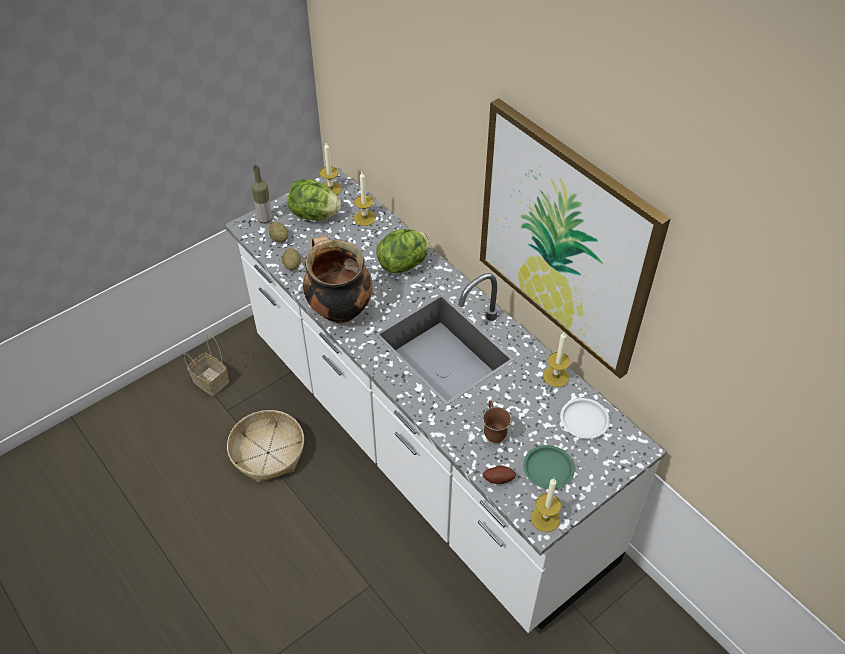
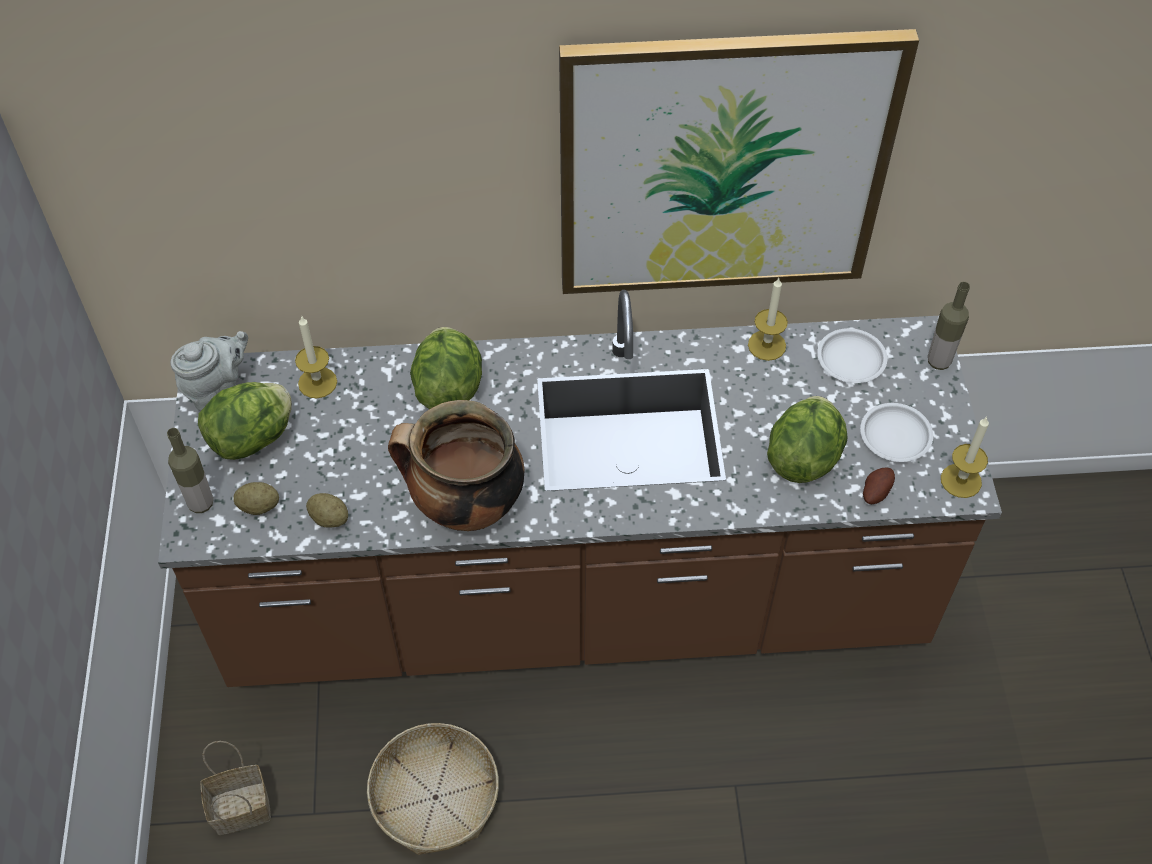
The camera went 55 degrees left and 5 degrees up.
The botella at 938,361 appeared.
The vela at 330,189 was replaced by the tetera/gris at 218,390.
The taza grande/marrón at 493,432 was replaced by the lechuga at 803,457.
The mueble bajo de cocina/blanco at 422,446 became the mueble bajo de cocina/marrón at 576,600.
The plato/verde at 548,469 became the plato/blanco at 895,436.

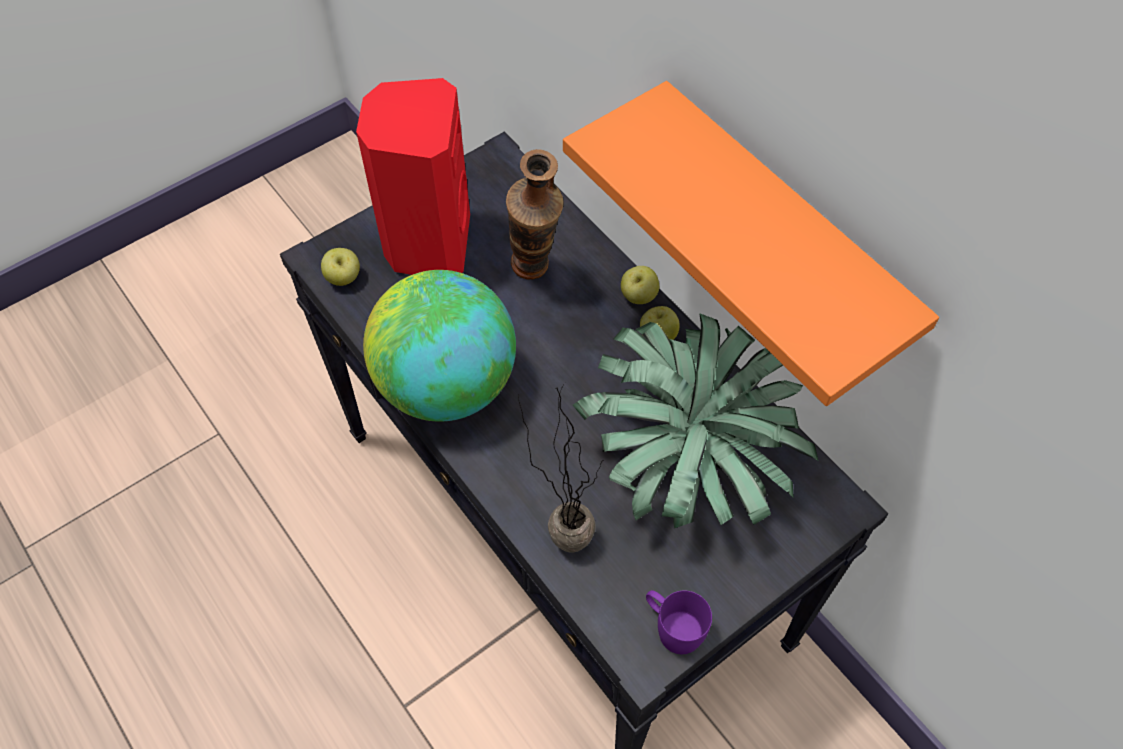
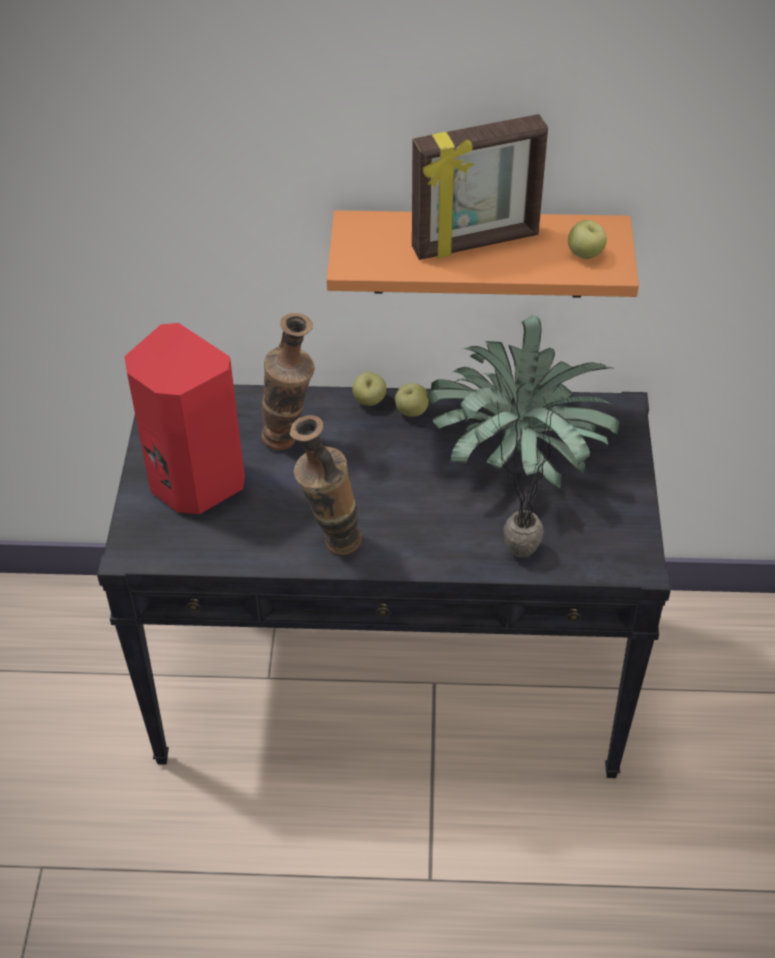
The camera went 50 degrees left and 10 degrees down.
The taza grande/morado at 672,627 disappeared.
The portarretratos at 476,243 appeared.
The manzana moved from 343,278 to 585,254.
The globo terráqueo at 446,385 was replaced by the florero at 330,544.

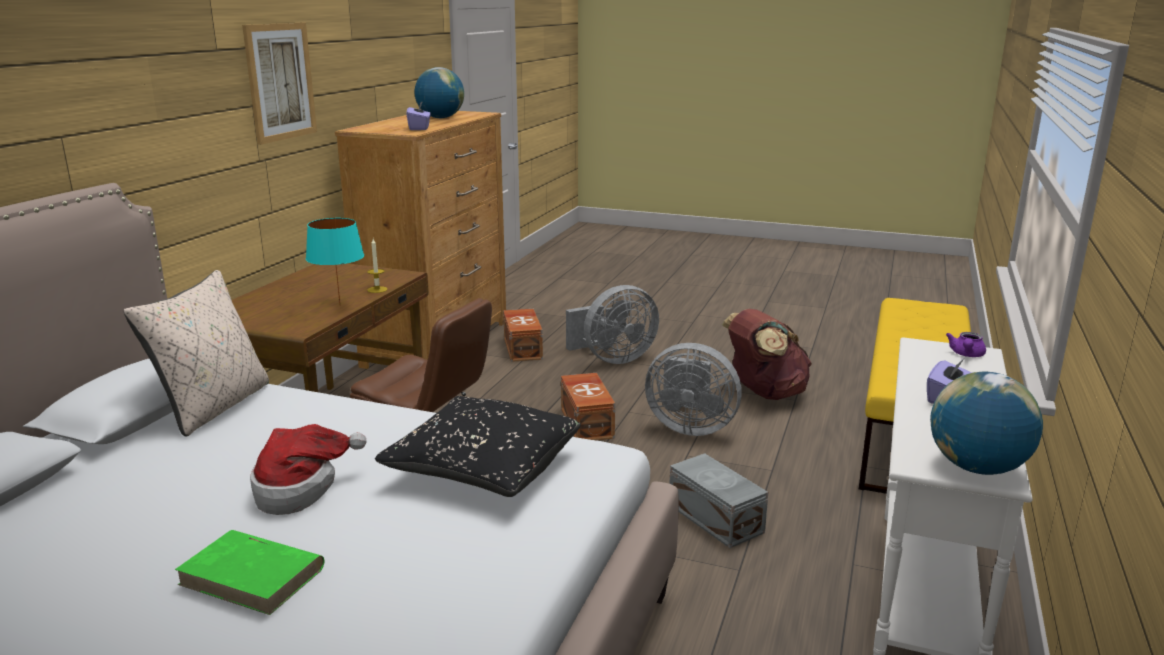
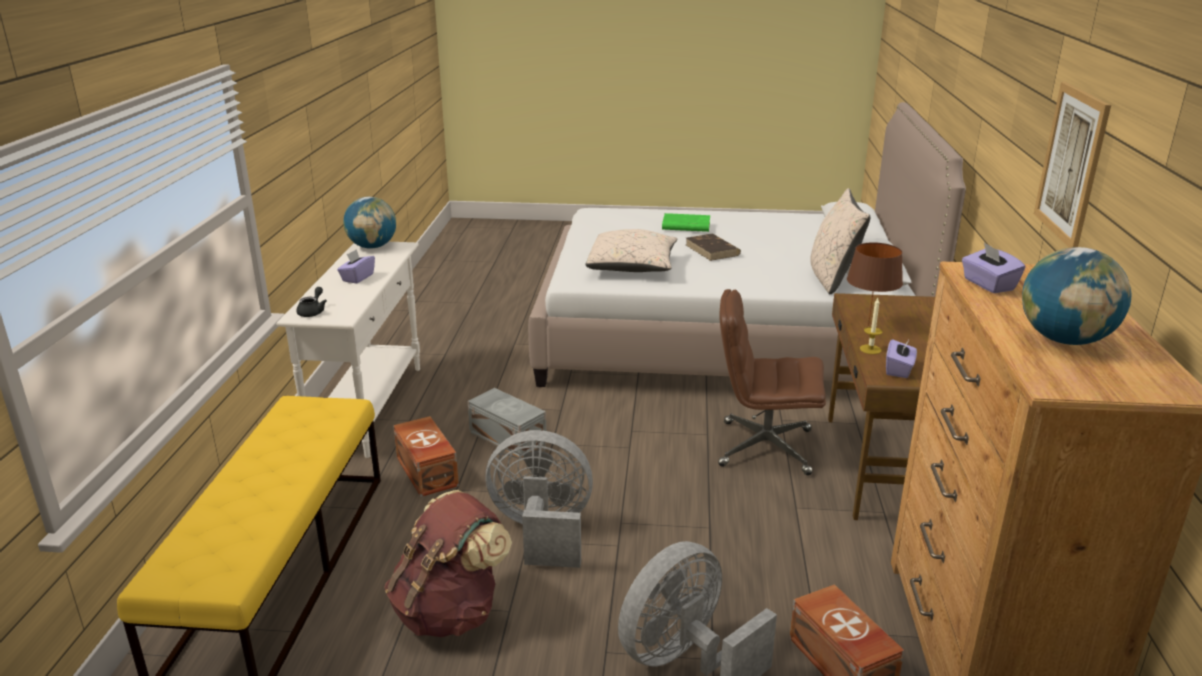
The camera went 165 degrees right and 5 degrees up.
The caja de pañuelos/morado at 899,370 appeared.
The caja de almacenaje/marrón moved from 587,422 to 426,472.
The sombrero at 300,488 was replaced by the libro/marrón at 712,250.
The lámpara de mesa/turquesa at 340,305 became the lámpara de mesa/marrón at 868,325.
The cojín/negro at 483,468 became the cojín/beis at 632,267.
The tetera/morado at 966,355 became the tetera/negro at 313,312.

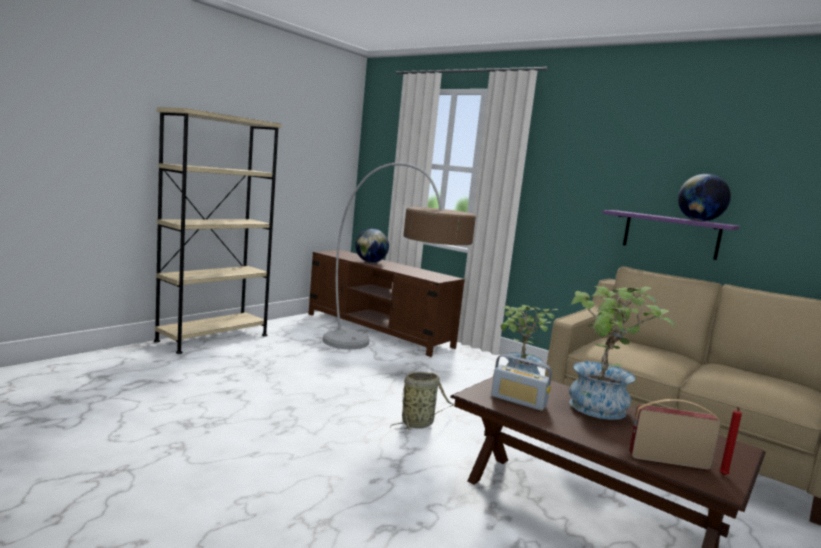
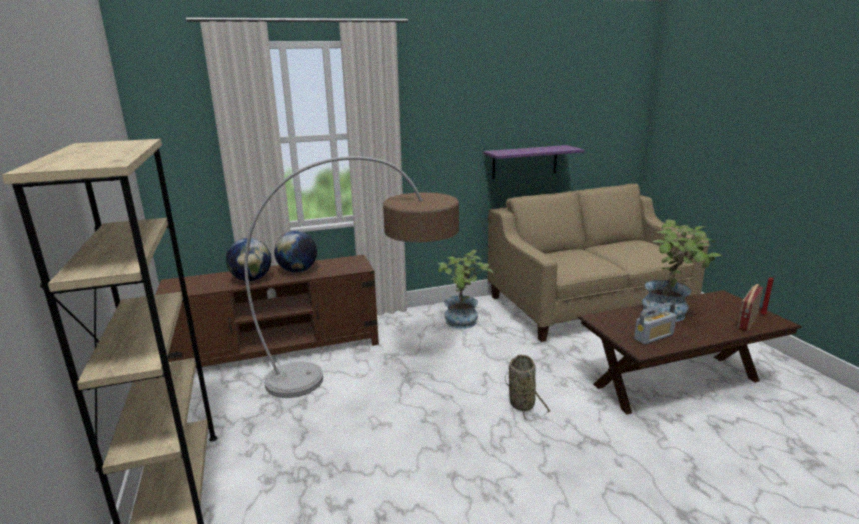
The camera went 55 degrees left and 10 degrees up.
The globo terráqueo moved from 699,220 to 298,271.

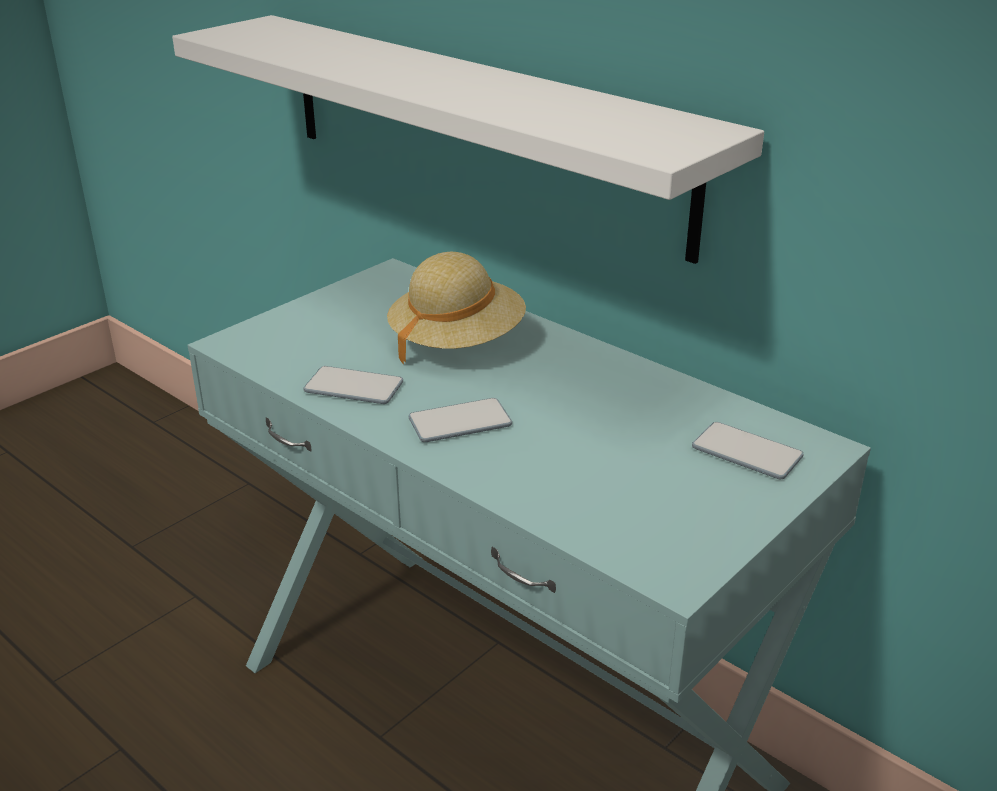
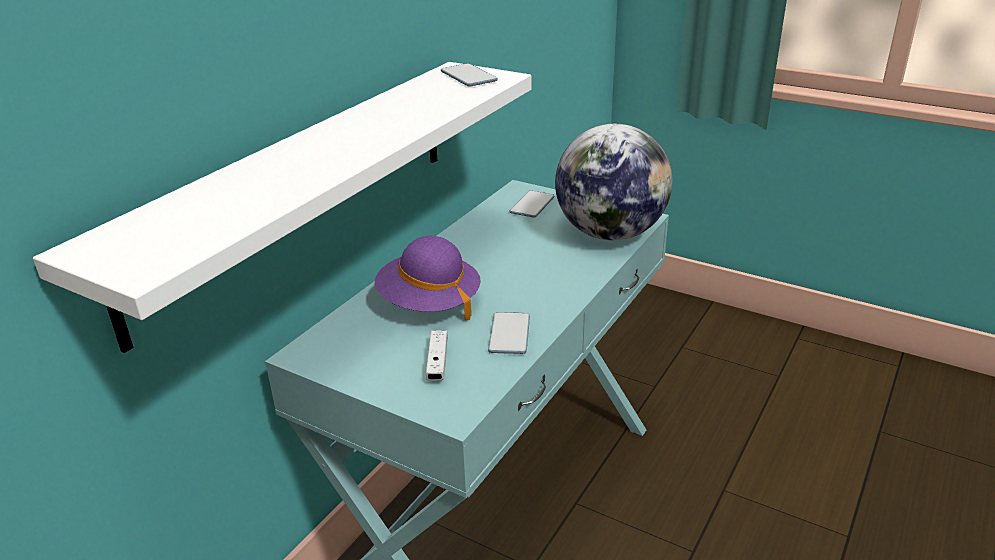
The camera went 100 degrees left and 0 degrees up.
The mando de consola/blanco at 437,362 appeared.
The globo terráqueo at 610,233 appeared.
The móvil moved from 460,422 to 468,77.
The sombrero/beis at 456,342 became the sombrero/morado at 429,303.

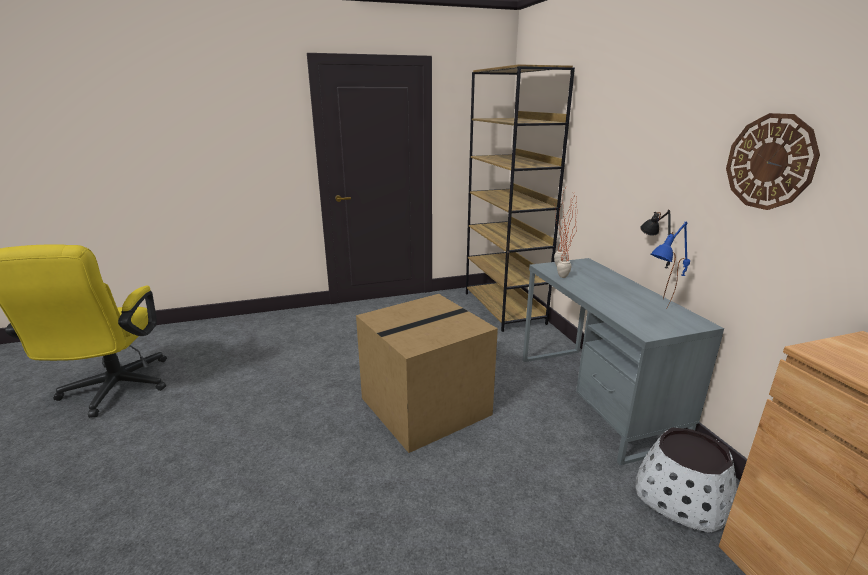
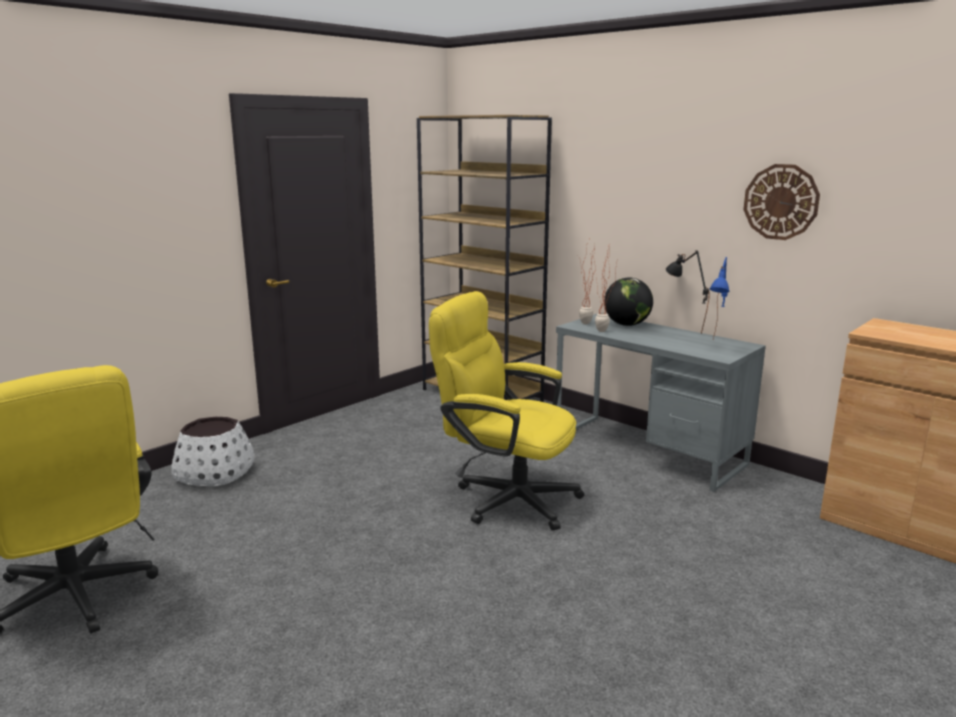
The camera went 30 degrees left and 5 degrees down.
The globo terráqueo at 627,324 appeared.
The maceta/blanco moved from 681,498 to 215,473.
The caja de cartón at 426,405 was replaced by the silla de oficina/amarillo at 506,498.

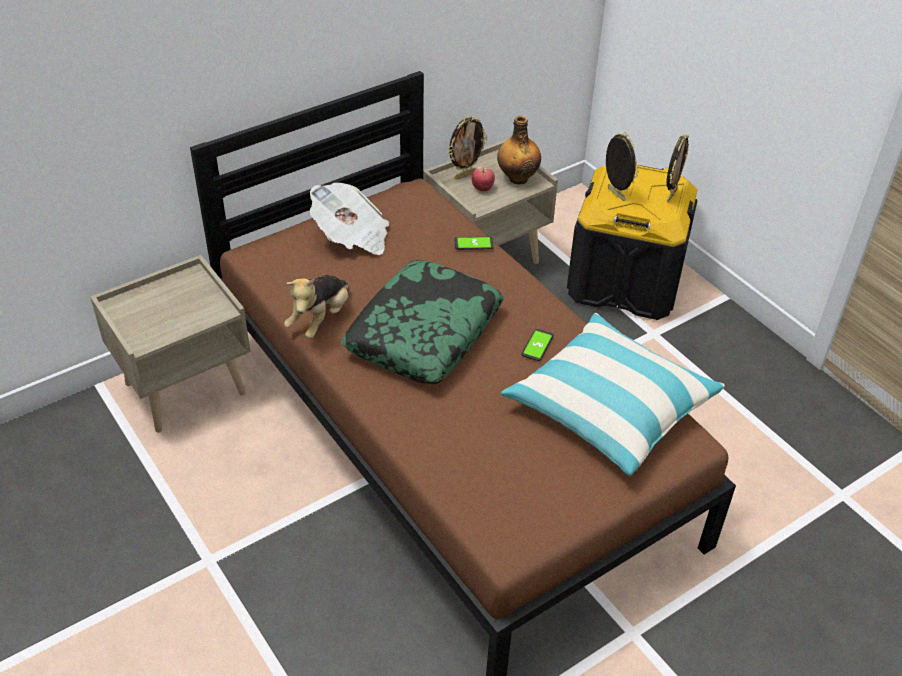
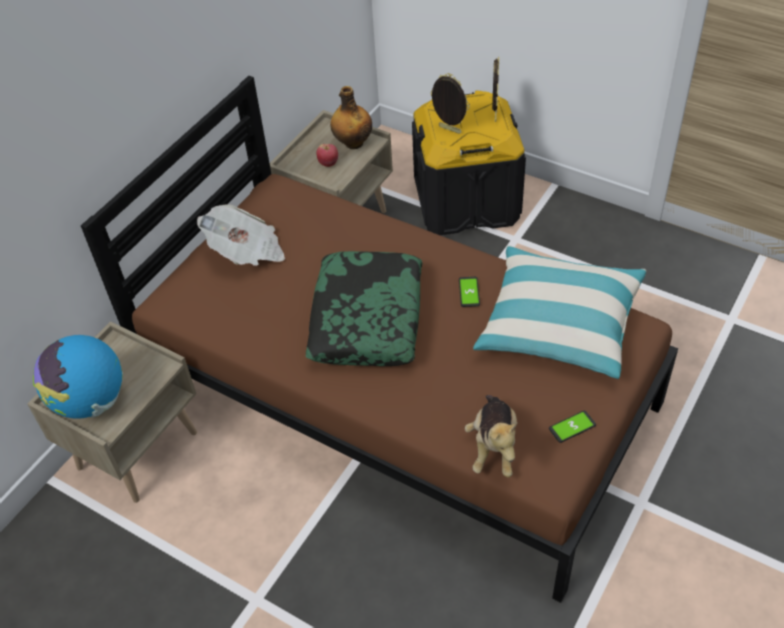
The camera went 20 degrees left and 5 degrees up.
The portarretratos at 465,175 disappeared.
The globo terráqueo at 90,401 appeared.
The peluche moved from 320,319 to 493,447.
The móvil moved from 473,244 to 572,427.

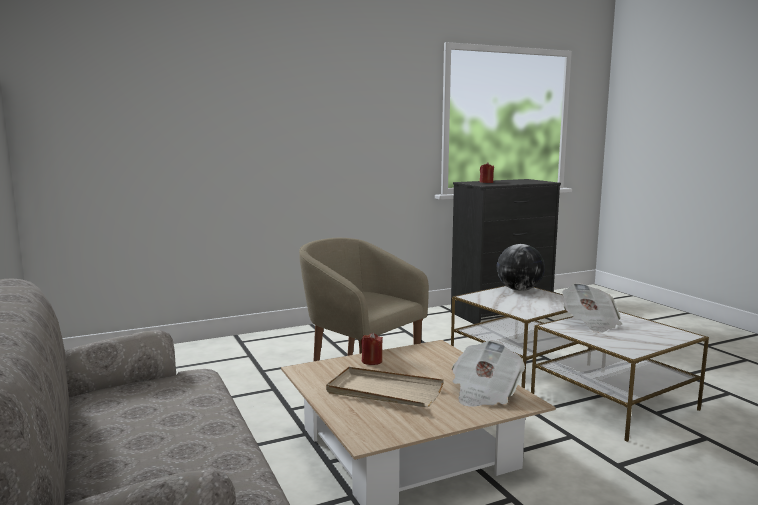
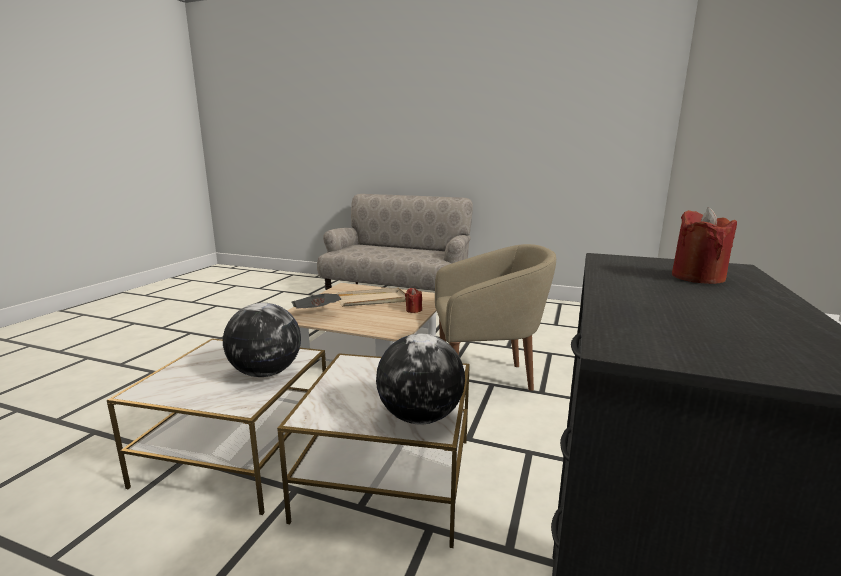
The camera went 135 degrees right and 5 degrees up.
The periódico at 590,323 was replaced by the globo terráqueo at 265,373.

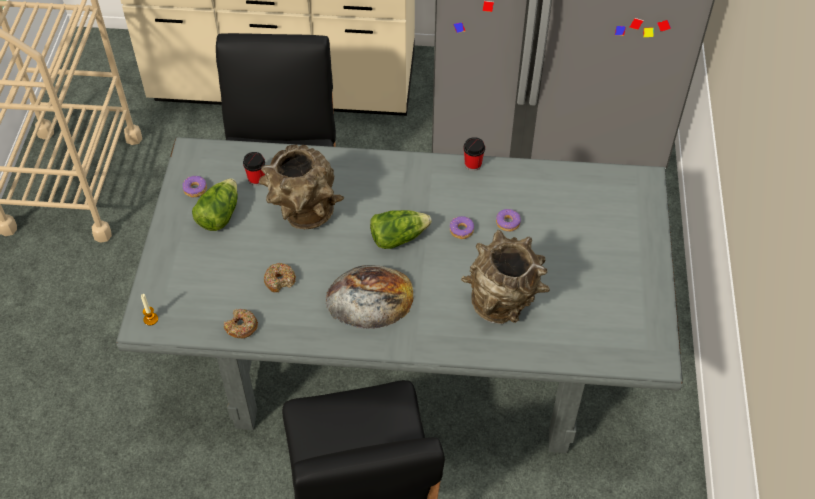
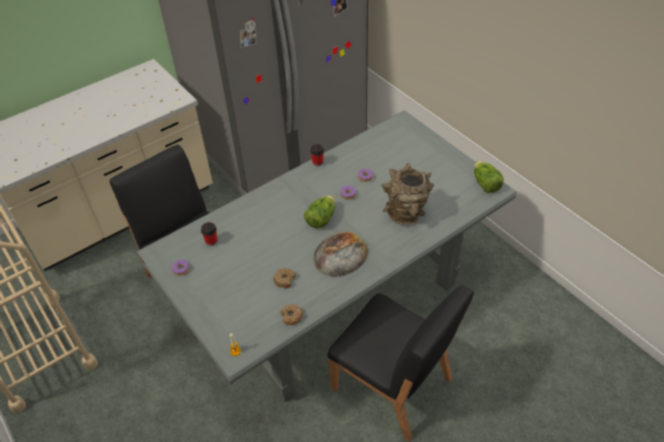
The camera went 40 degrees left and 5 degrees down.
The florero/marrón at 303,216 disappeared.
The lechuga moved from 219,214 to 485,184.

